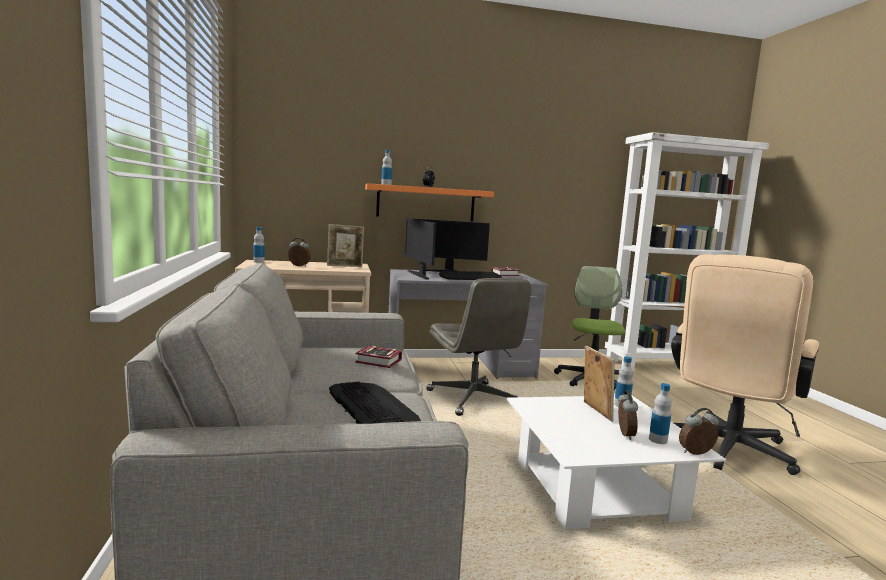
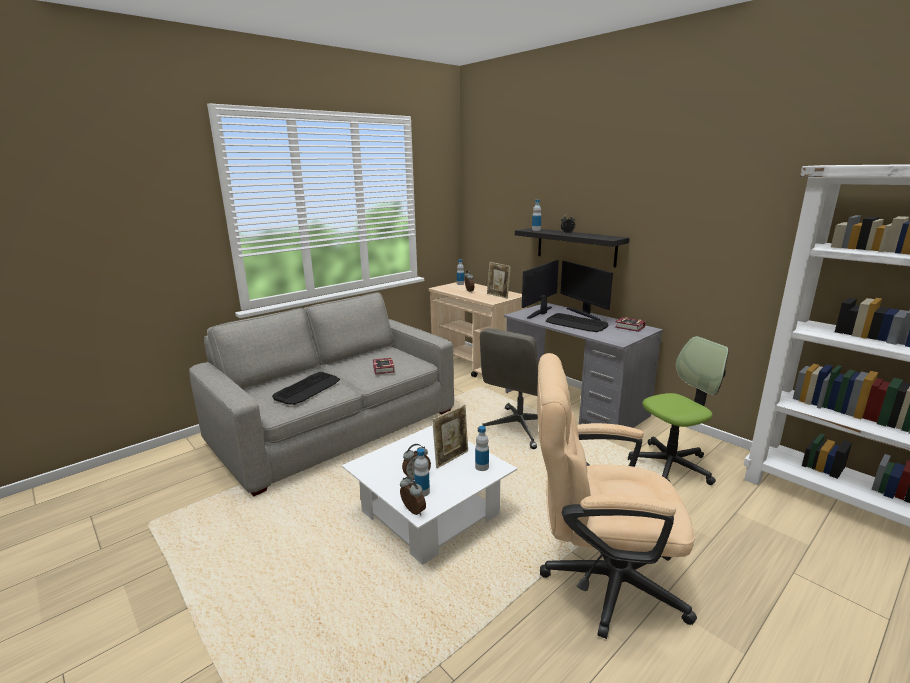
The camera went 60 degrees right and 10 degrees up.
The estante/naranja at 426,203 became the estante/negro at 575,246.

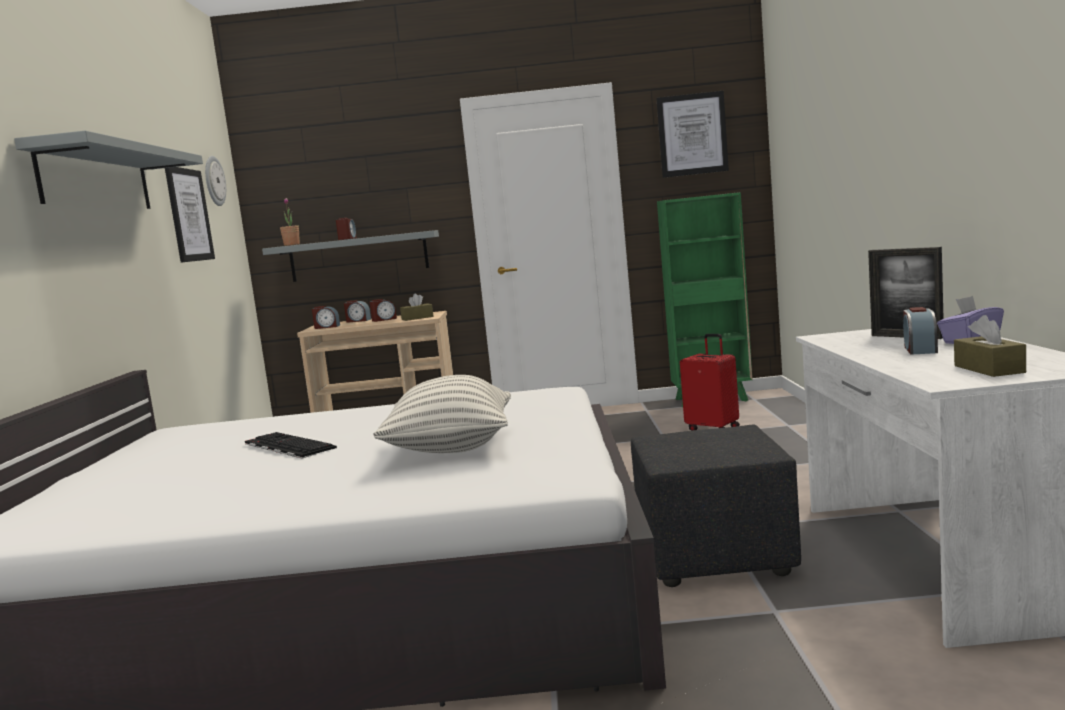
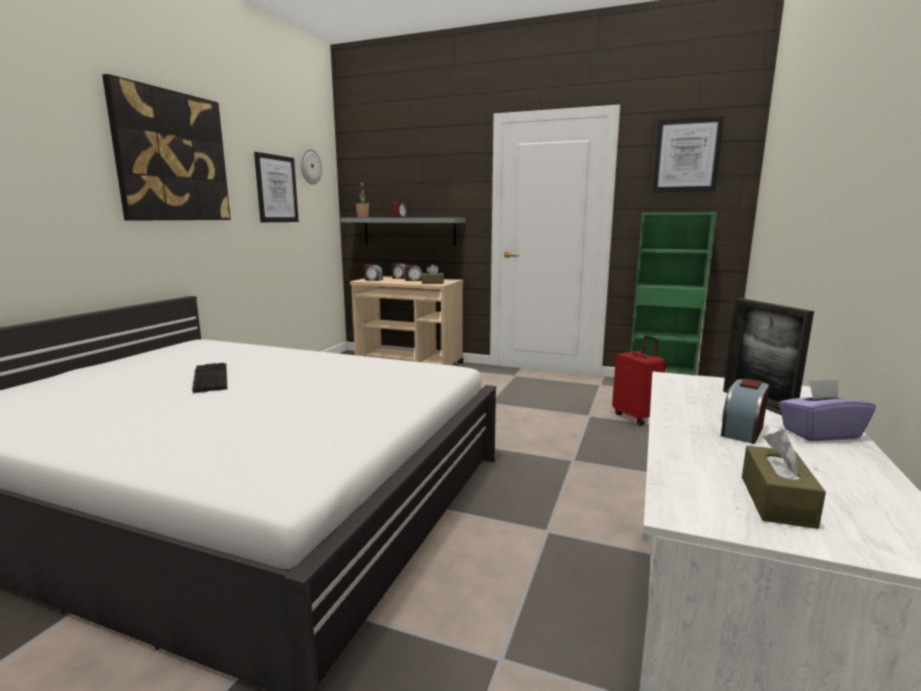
The camera went 20 degrees right and 5 degrees up.
The cojín at 451,449 disappeared.
The puf/negro at 712,556 disappeared.
The estante/gris at 96,179 was replaced by the cuadro at 172,157.

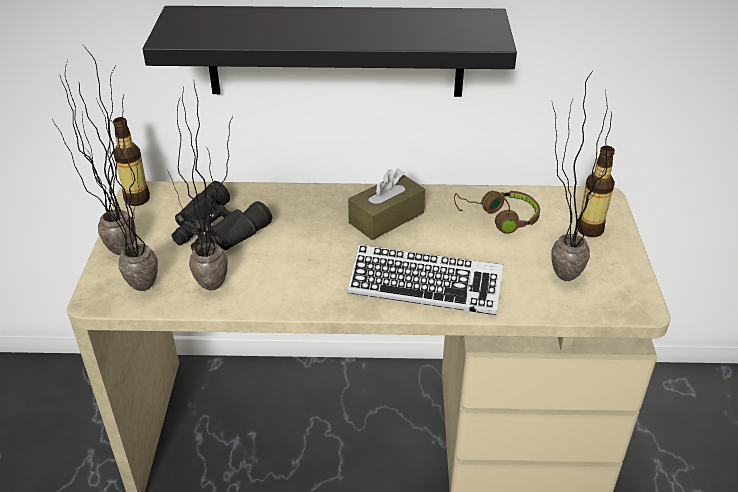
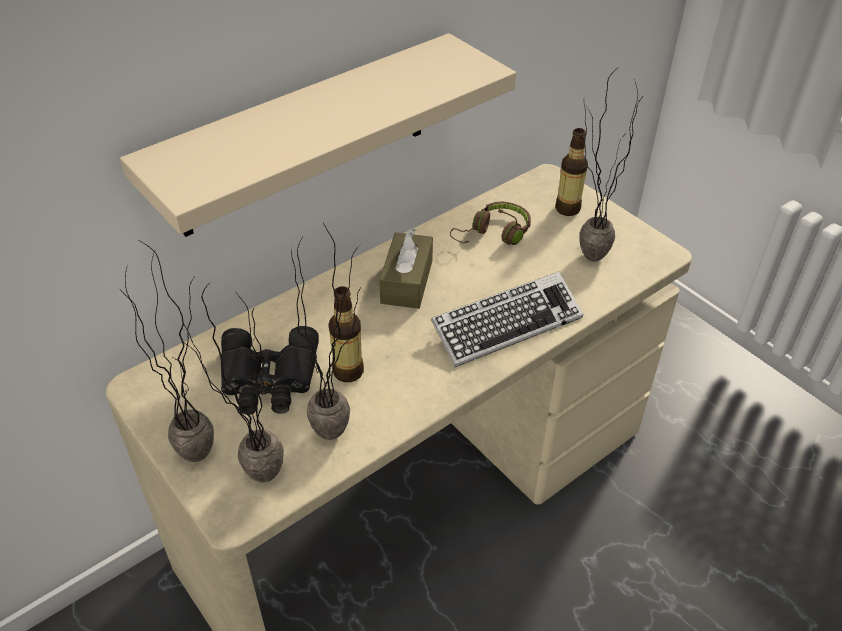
The camera went 40 degrees left and 5 degrees up.
The botella moved from 137,199 to 348,371.
The estante/negro at 335,51 became the estante/beis at 305,136.

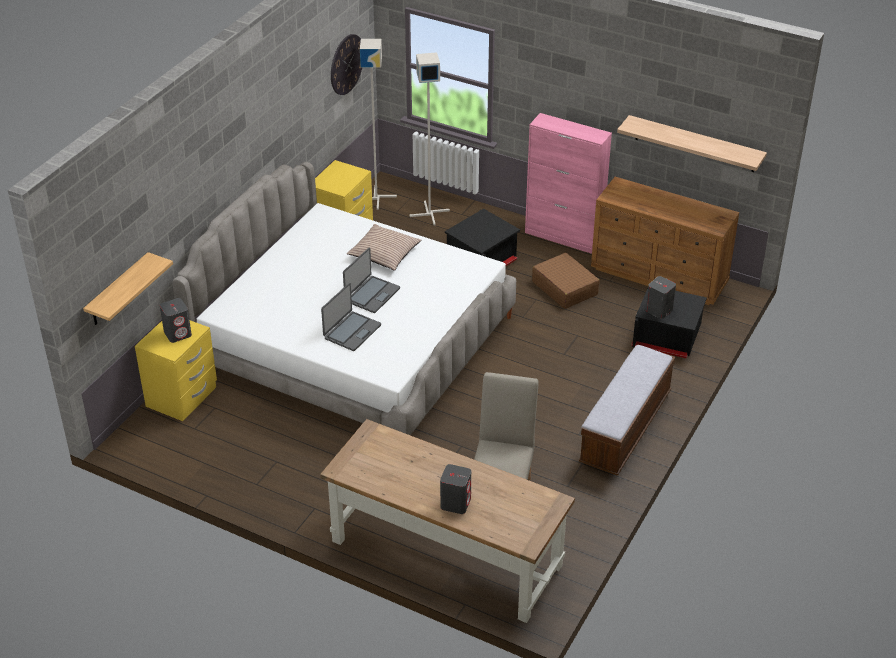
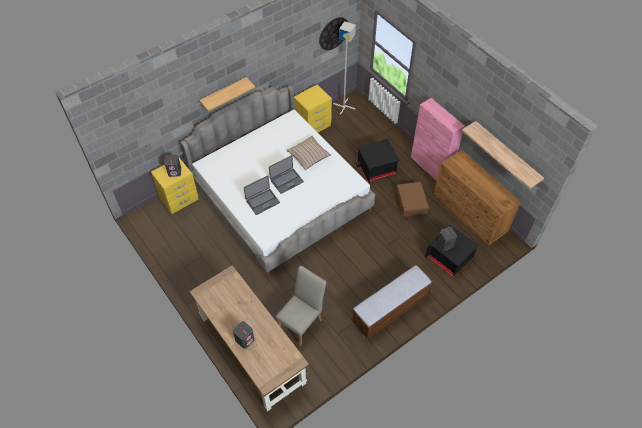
The camera went 25 degrees right and 15 degrees up.
The lámpara de pie/gris at 429,213 disappeared.
The estante moved from 118,290 to 223,93.

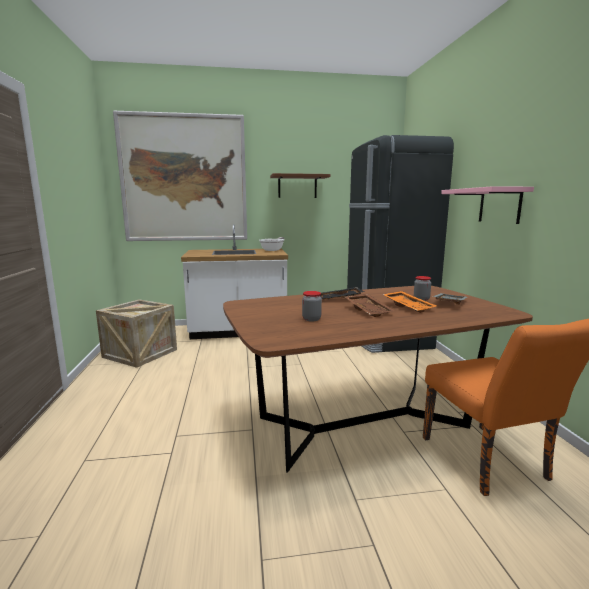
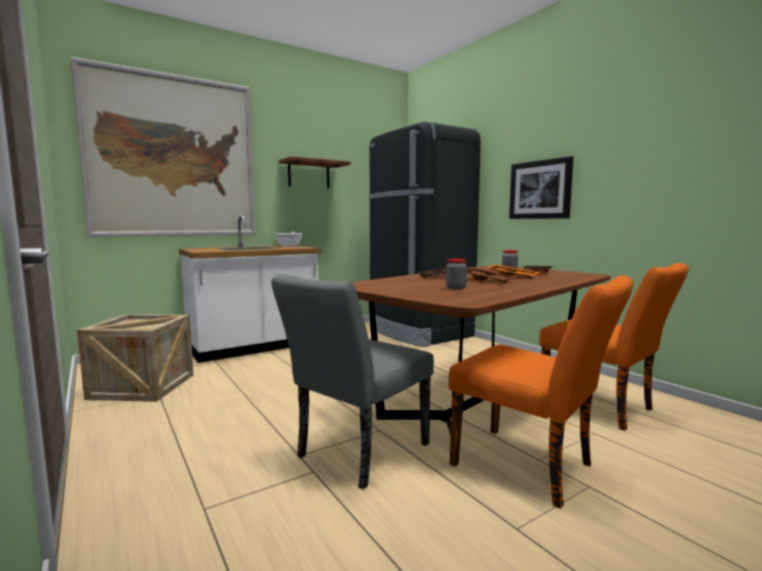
The camera went 25 degrees left and 5 degrees down.
The silla/gris at 356,454 appeared.
The silla/naranja at 532,468 appeared.
The estante/rosa at 499,205 was replaced by the cuadro at 540,190.

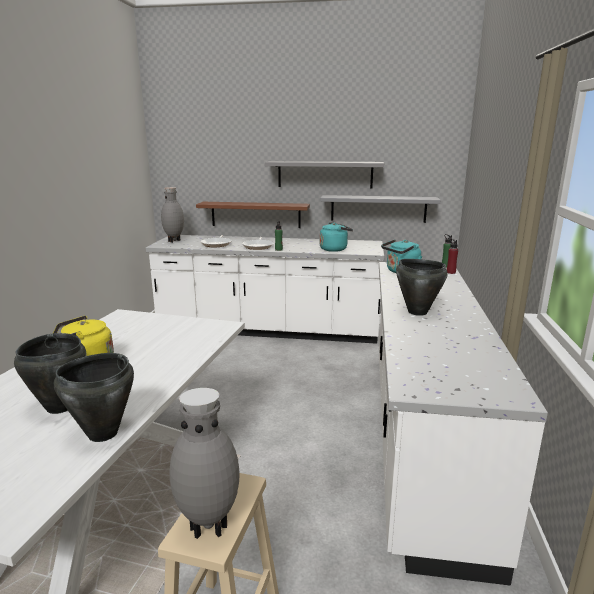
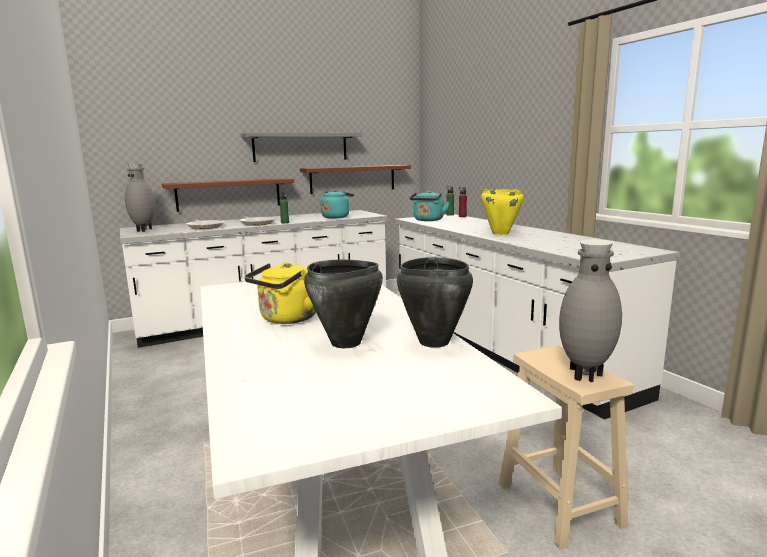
The camera went 35 degrees left and 5 degrees down.
The estante/gris at 378,208 became the estante/marrón at 353,179.
The olla/negro at 417,312 became the olla/amarillo at 500,233.

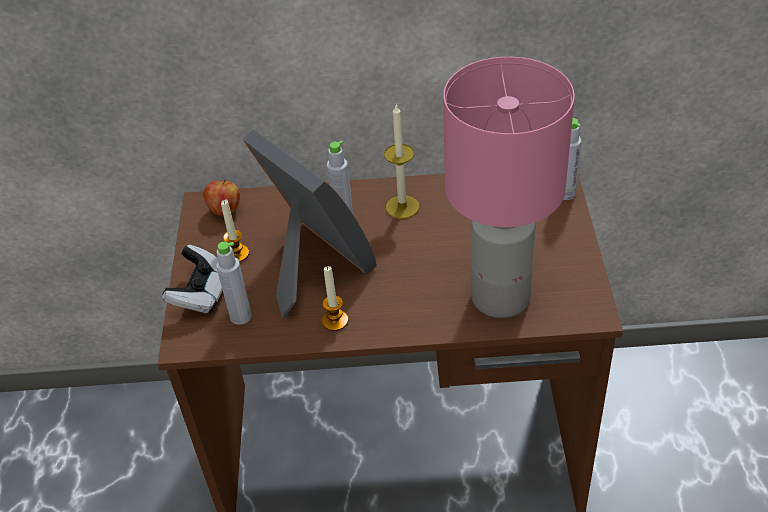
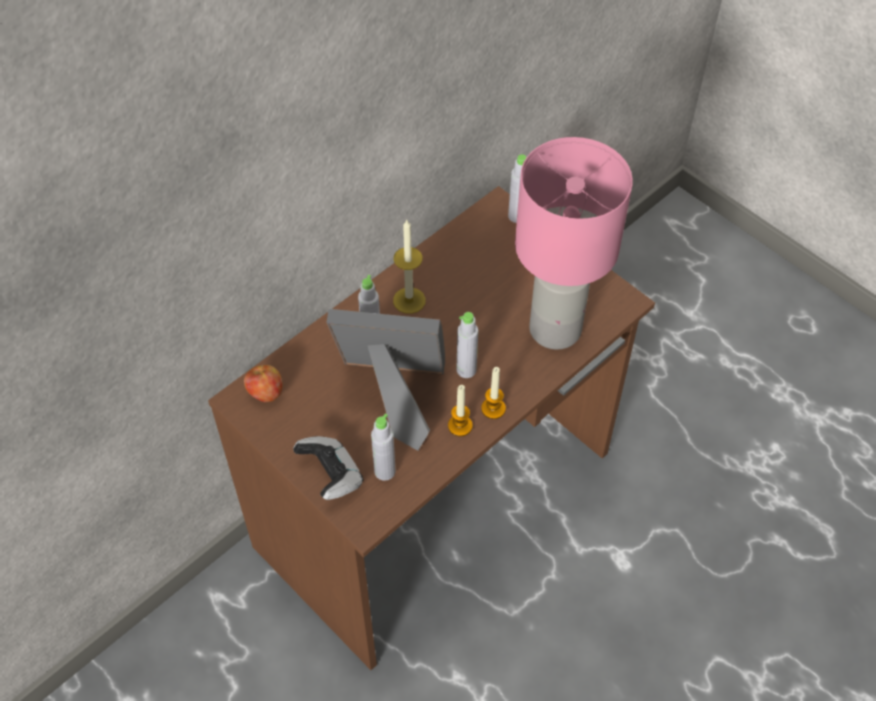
The camera went 45 degrees left and 10 degrees up.
The botella/gris at 466,370 appeared.
The vela moved from 237,254 to 493,408.

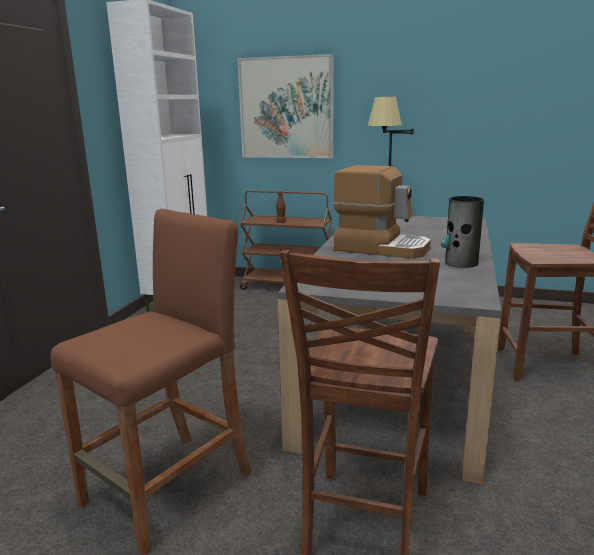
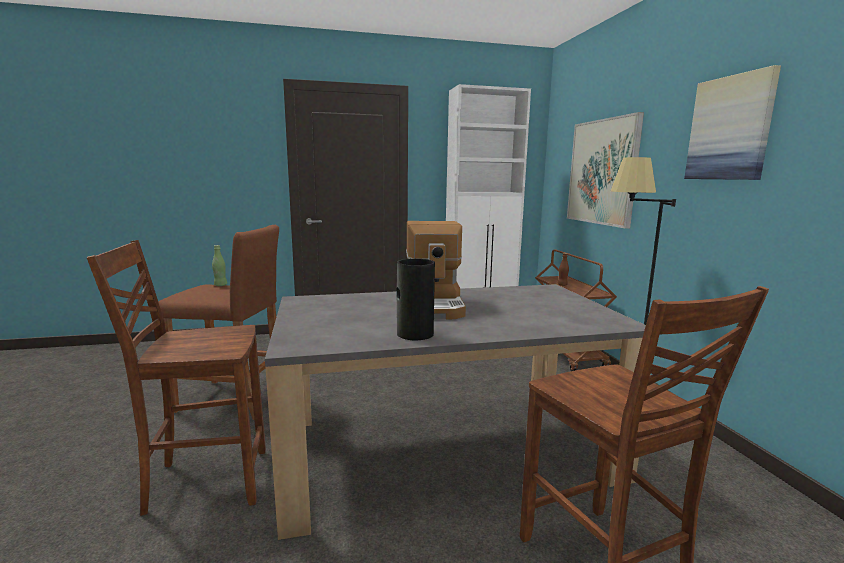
The camera went 60 degrees right and 5 degrees down.
The botella/verde at 220,285 appeared.
The cuadro at 730,128 appeared.

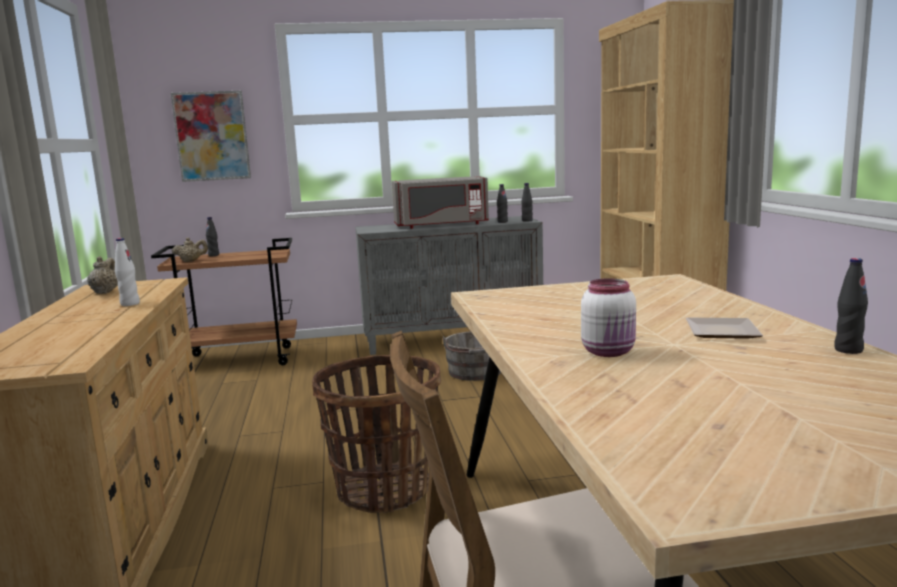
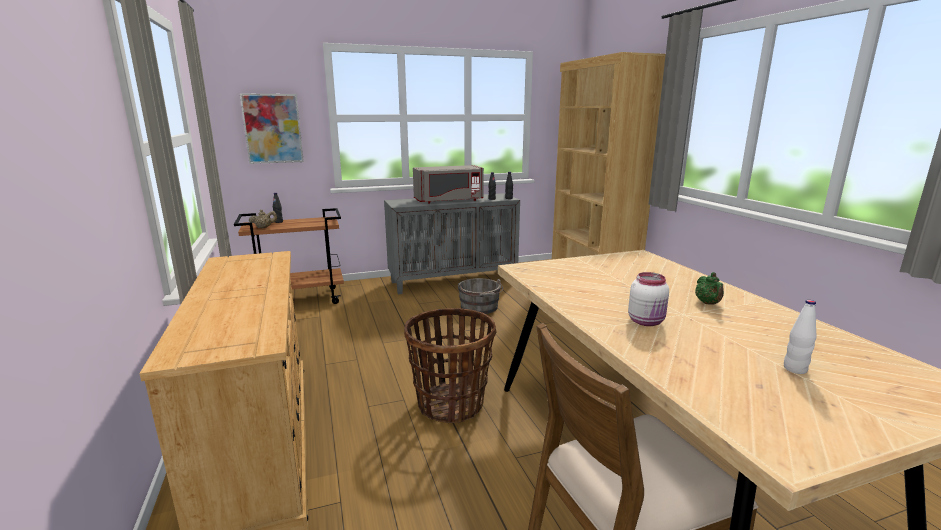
The camera went 10 degrees left and 5 degrees up.
The tetera/beis at 105,292 disappeared.
The botella/negro at 848,350 disappeared.
The botella/blanco moved from 130,304 to 795,369.
The plato at 724,332 was replaced by the tetera/verde at 708,303.

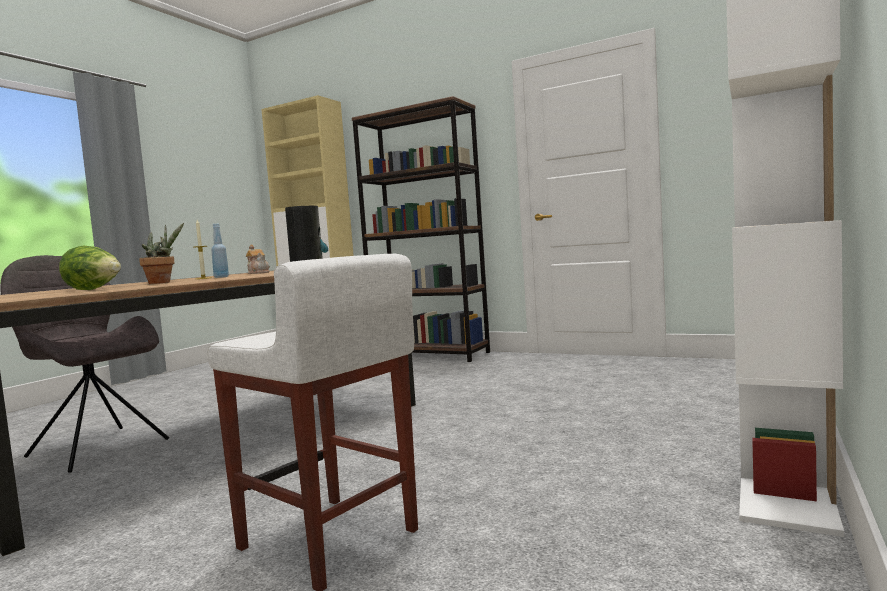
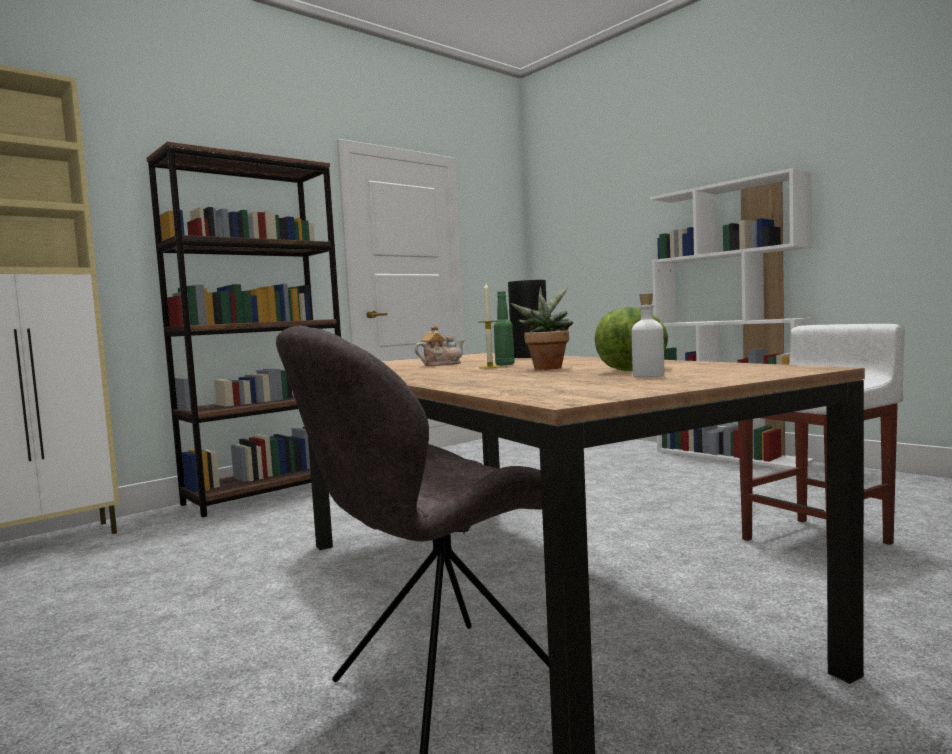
The camera went 70 degrees left and 0 degrees up.
The botella/blanco at 648,376 appeared.
The botella/azul at 221,277 became the botella/verde at 504,364.

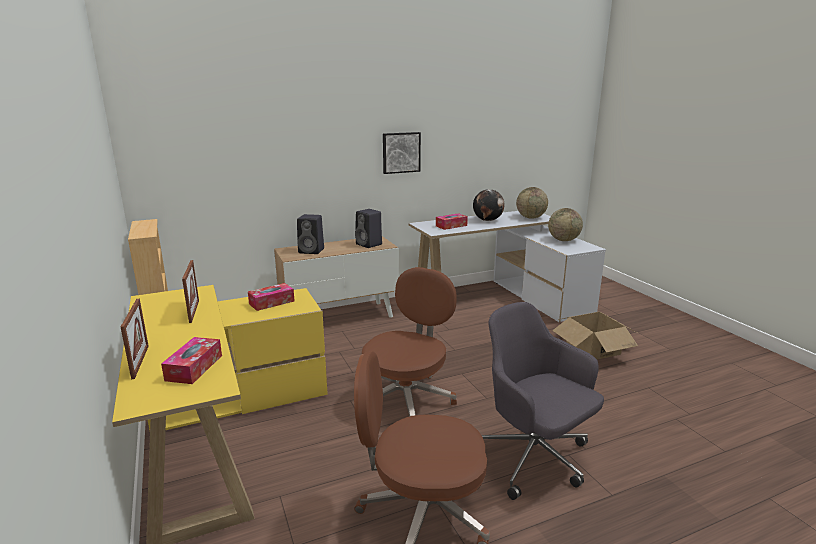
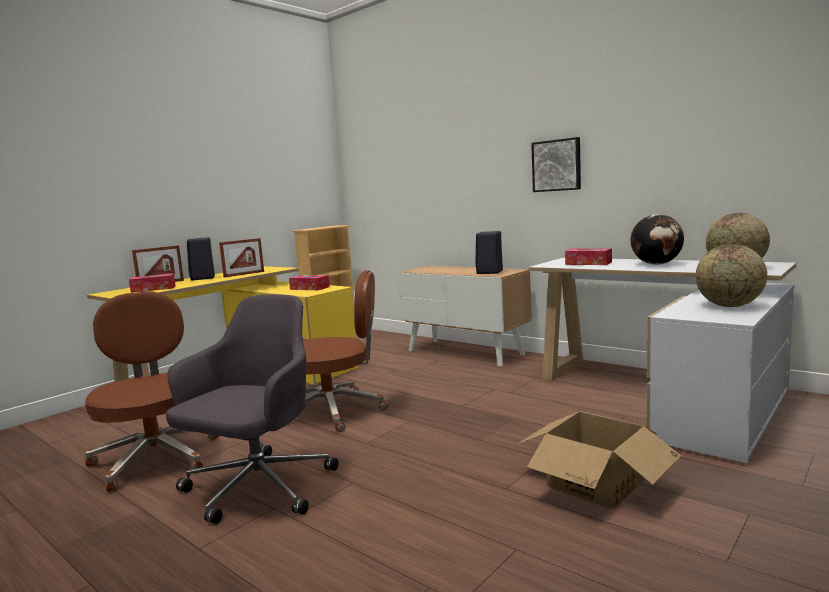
The camera went 65 degrees right and 10 degrees down.
The altavoz/negro moved from 312,251 to 203,278.

